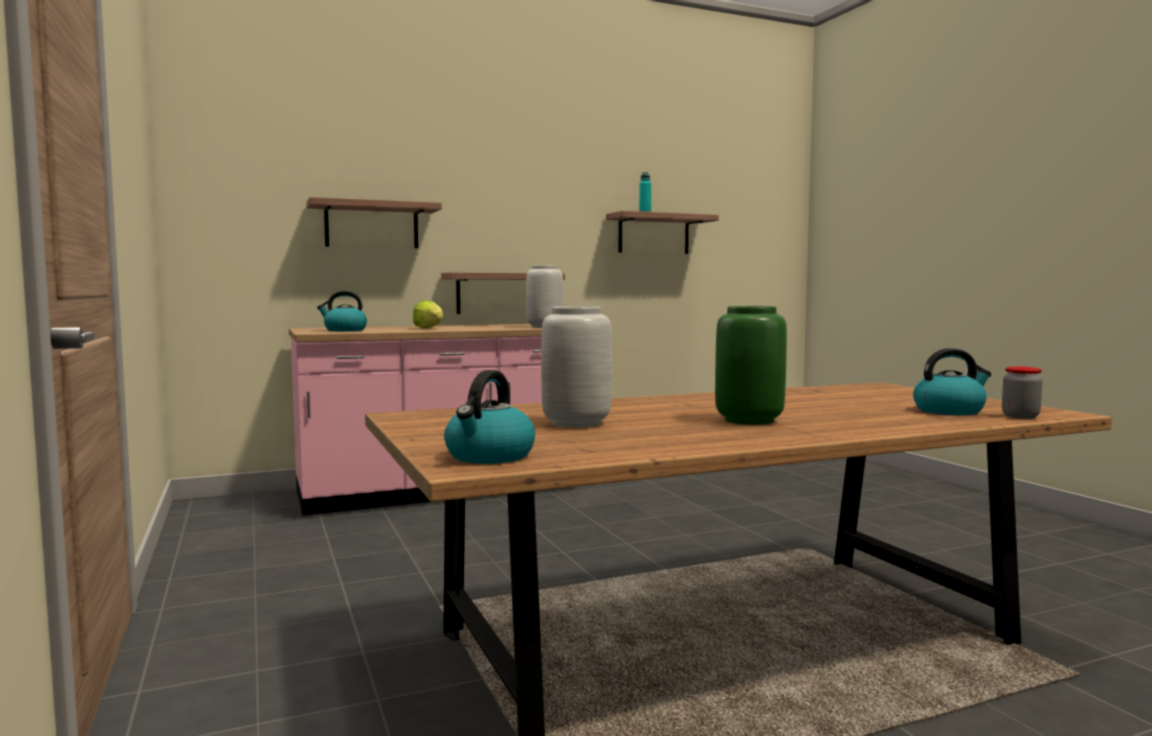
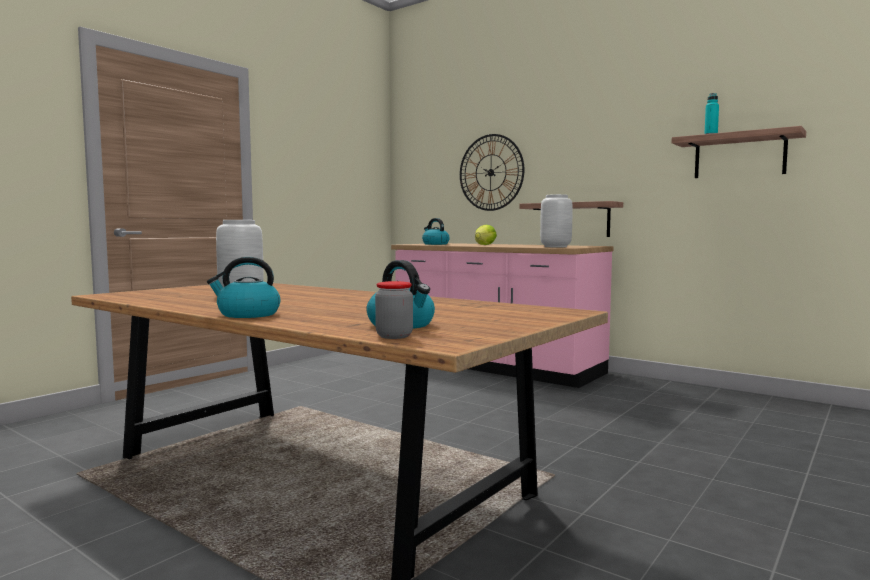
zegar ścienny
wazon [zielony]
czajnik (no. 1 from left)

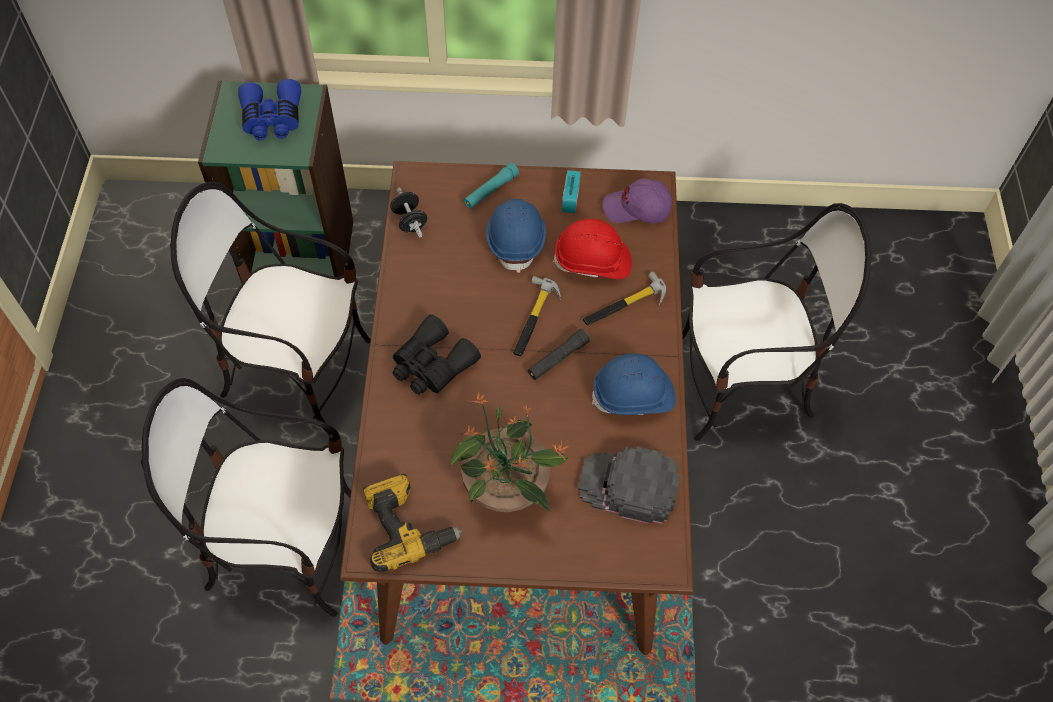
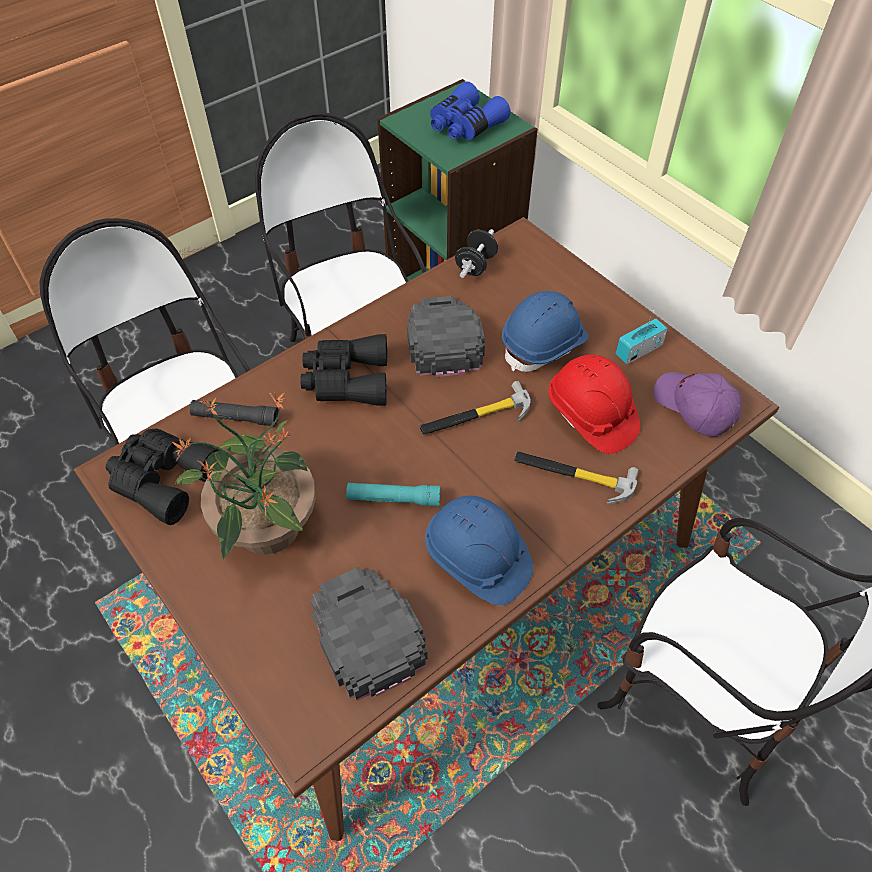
latarka [turkusowy]
latarka [czarny]
lornetka [czarny] (no. 1 from left)
czapka z daszkiem [czarny] (no. 2 from left)

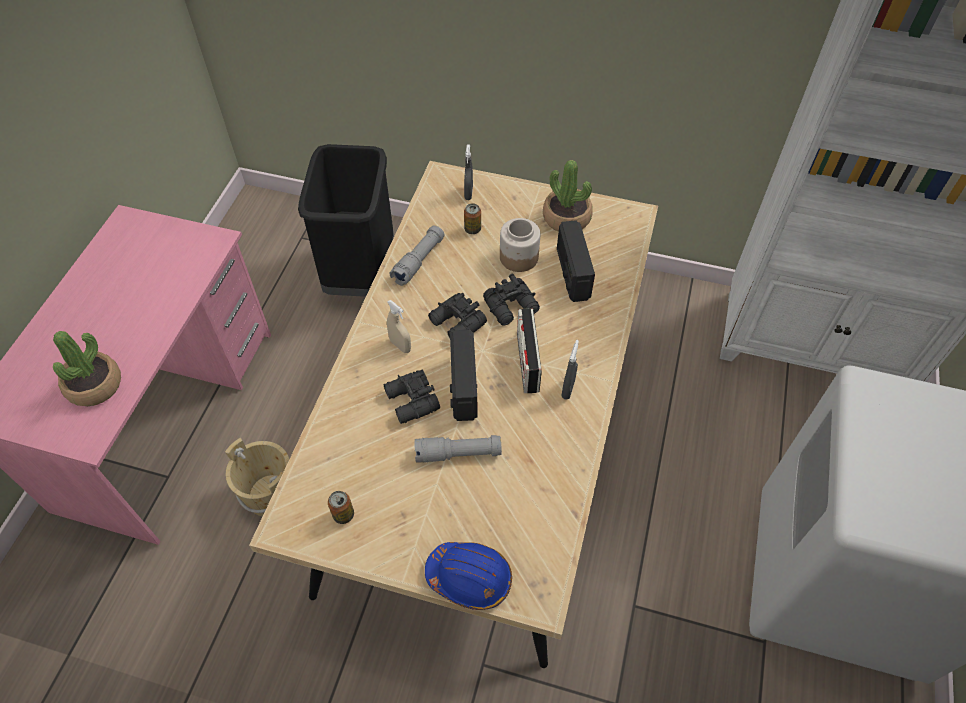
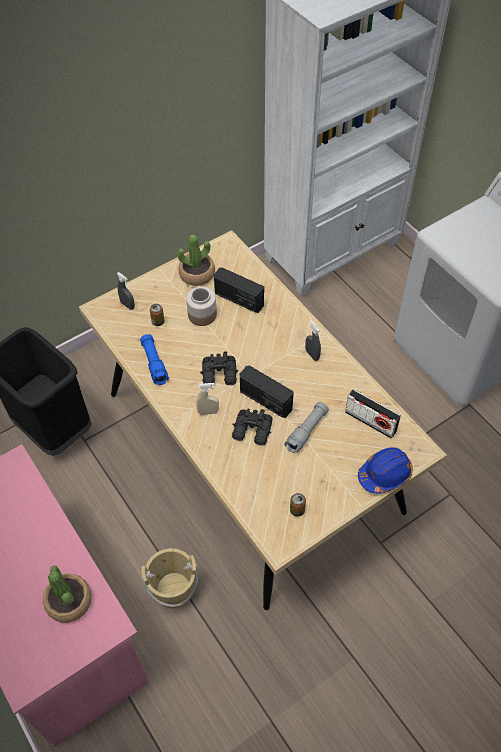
latarka [niebieski]
lornetka [czarny] (no. 3 from left in the first image)
radio (no. 3 from left)

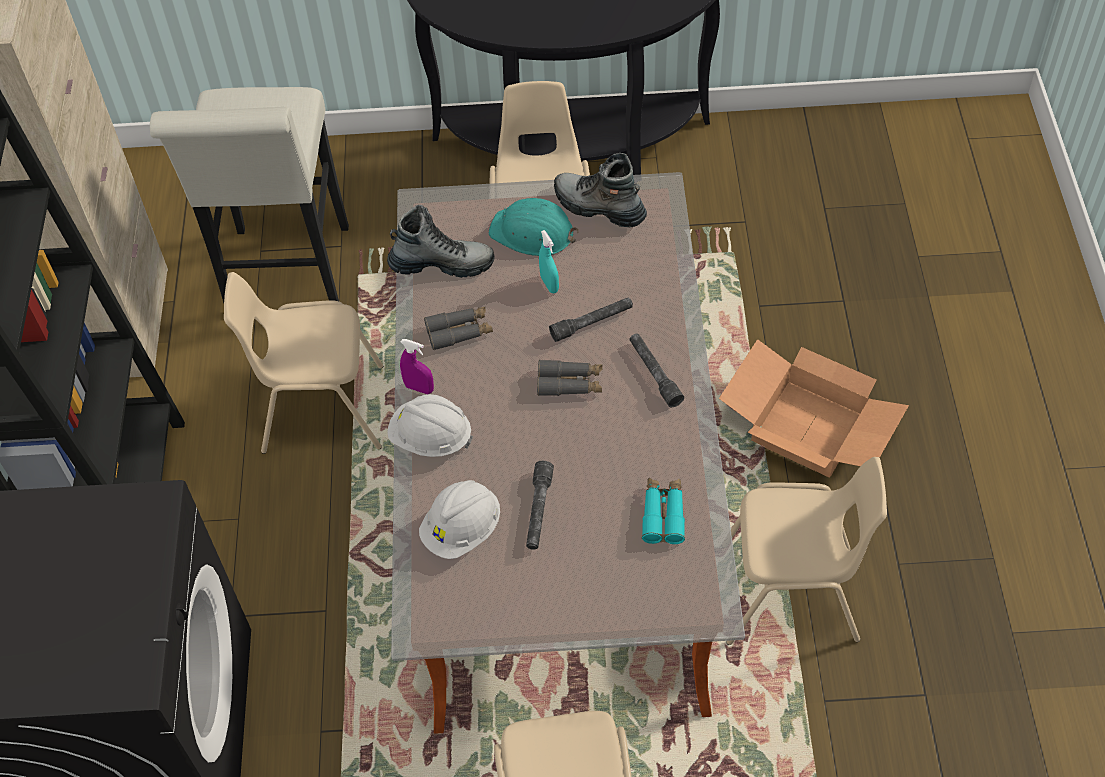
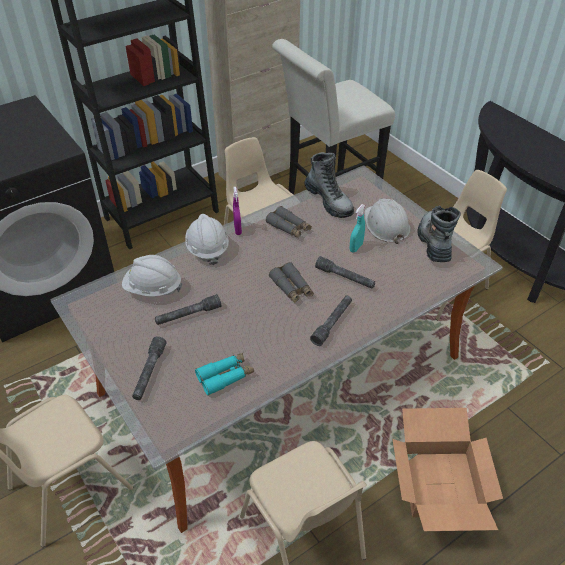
kask [biały] (no. 3 from left)
latarka [szary] (no. 1 from left)

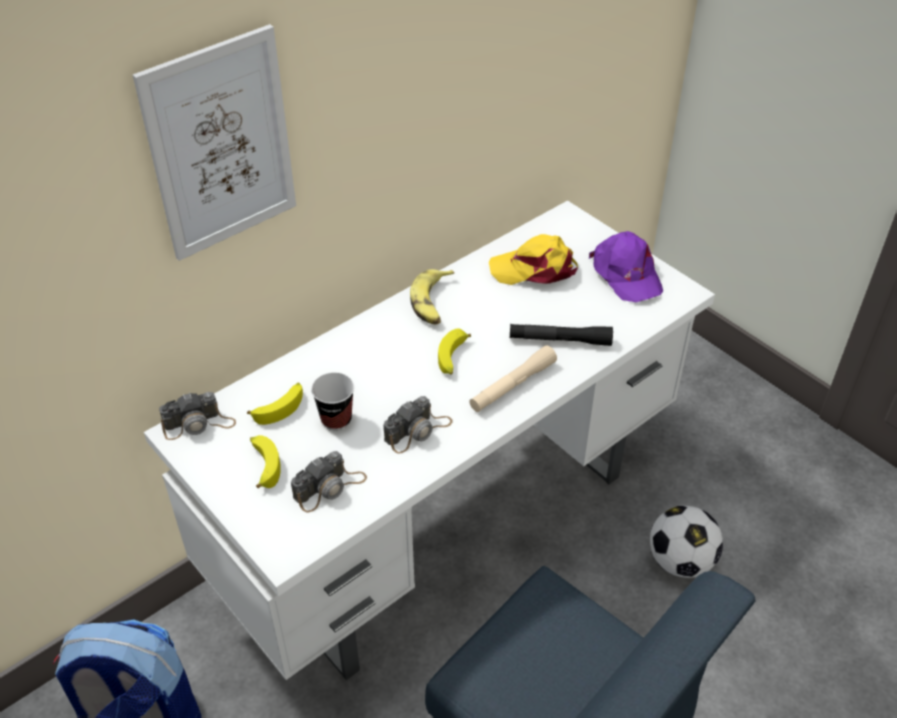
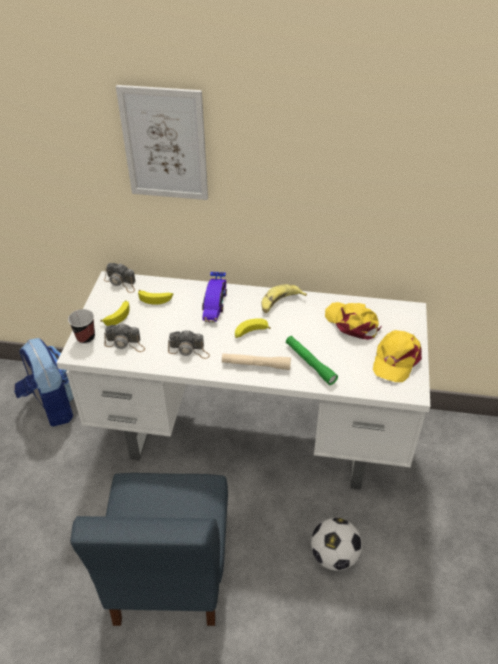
czapka z daszkiem [żółty] (no. 2 from left)
latarka [zielony]
filiżanka
samochodzik

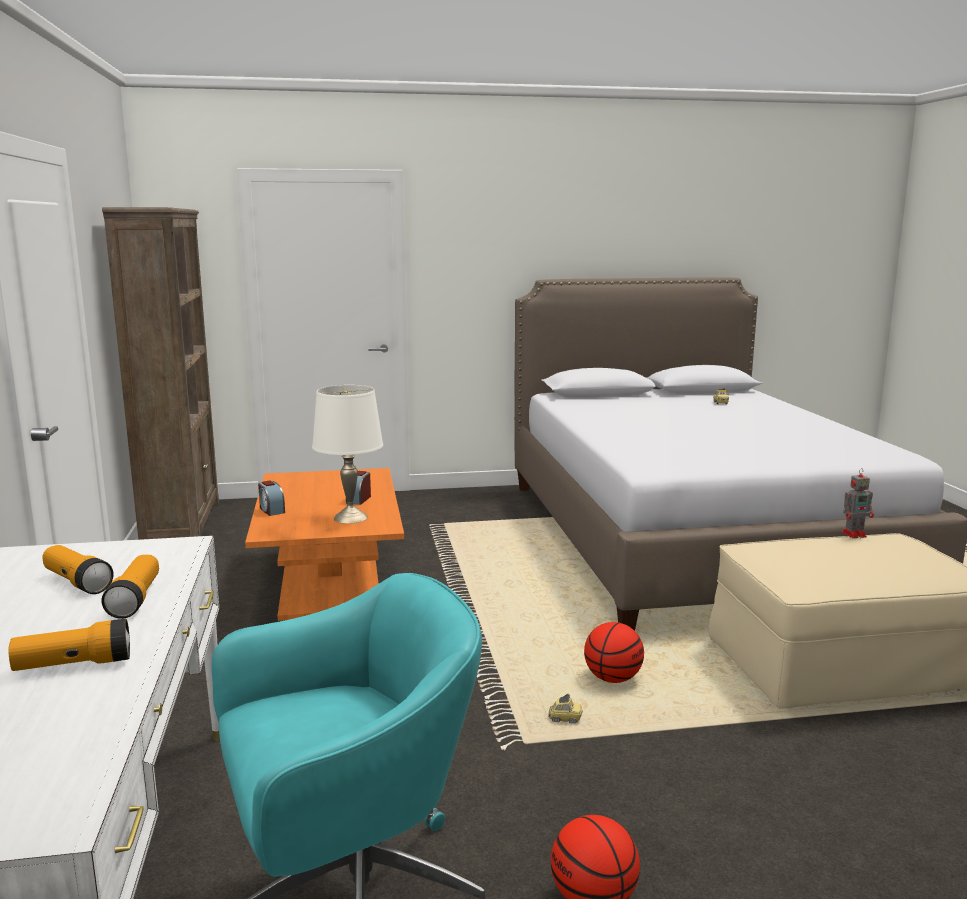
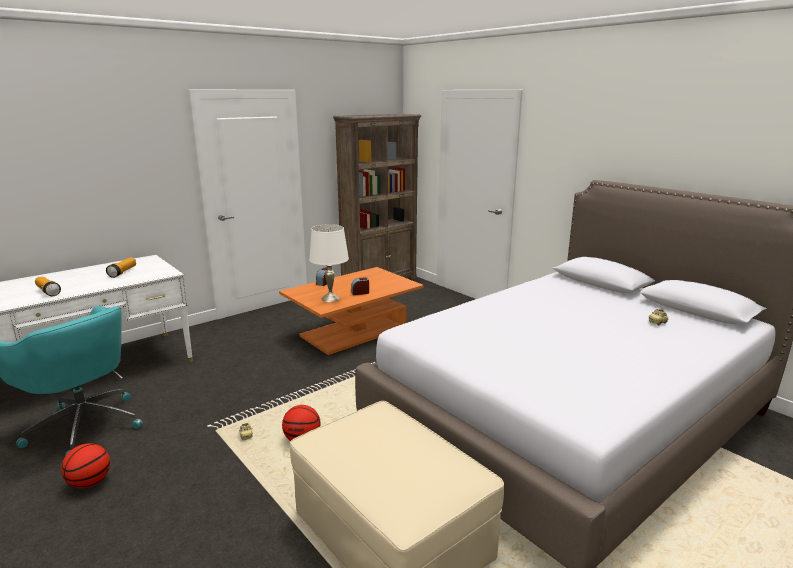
robot zabawkowy
latarka (no. 3 from left in the first image)

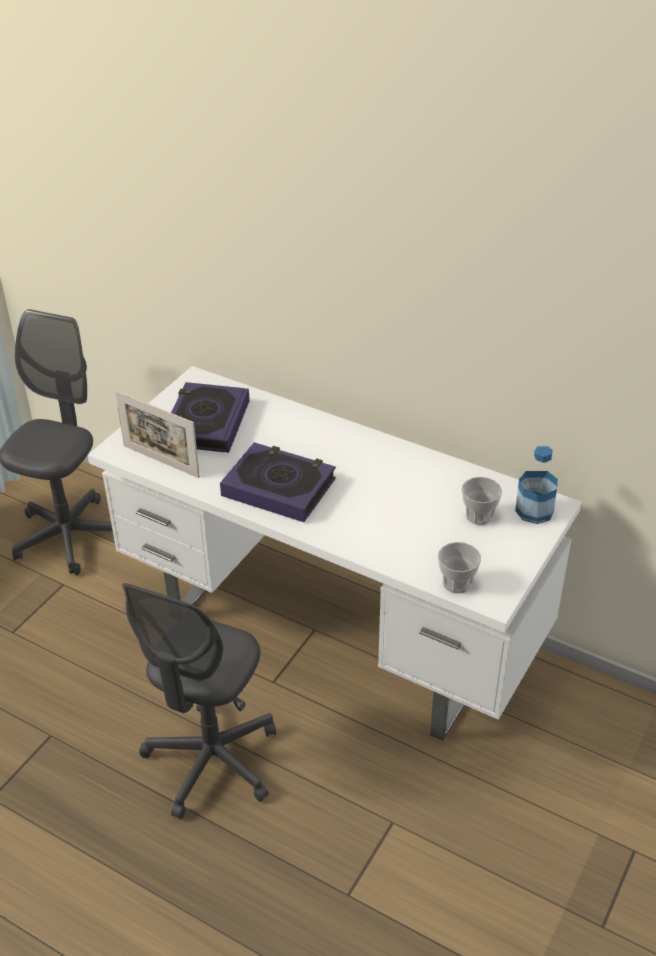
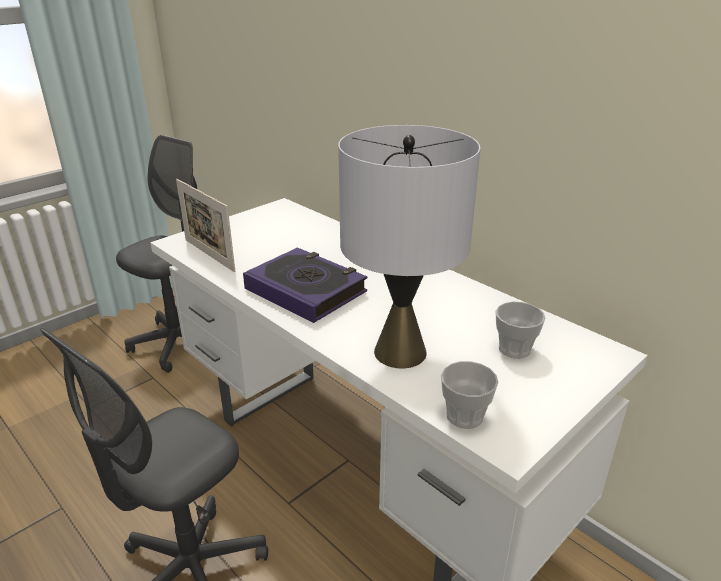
książka (no. 1 from left in the first image)
butelka
lampa stołowa [szary]

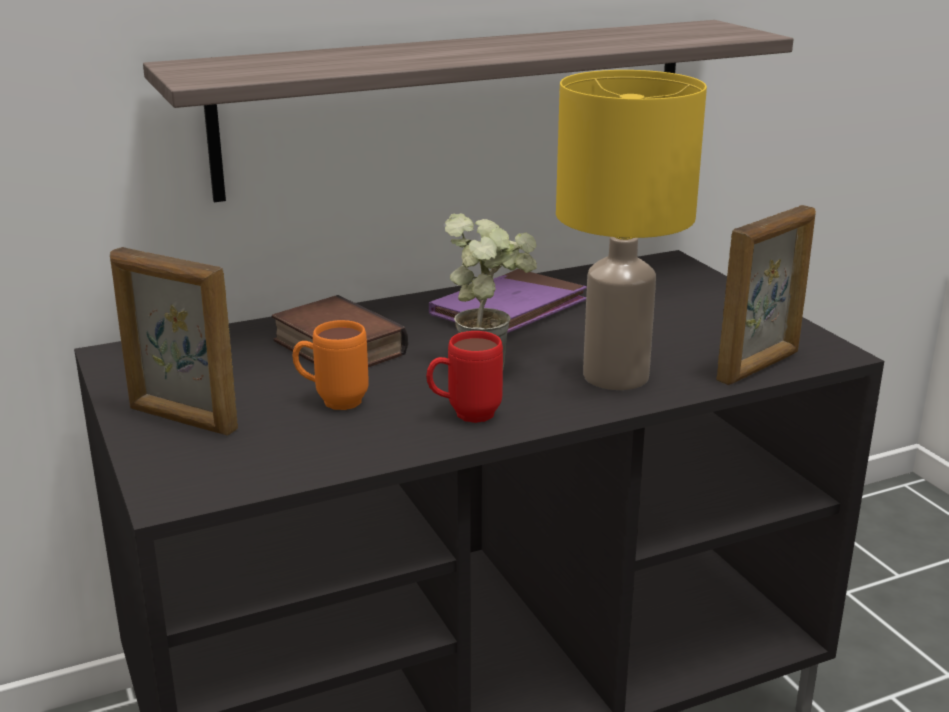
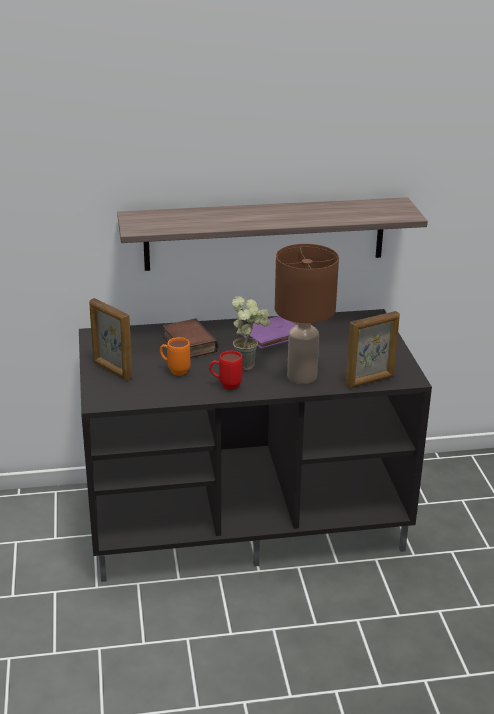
lampa stołowa [brązowy]

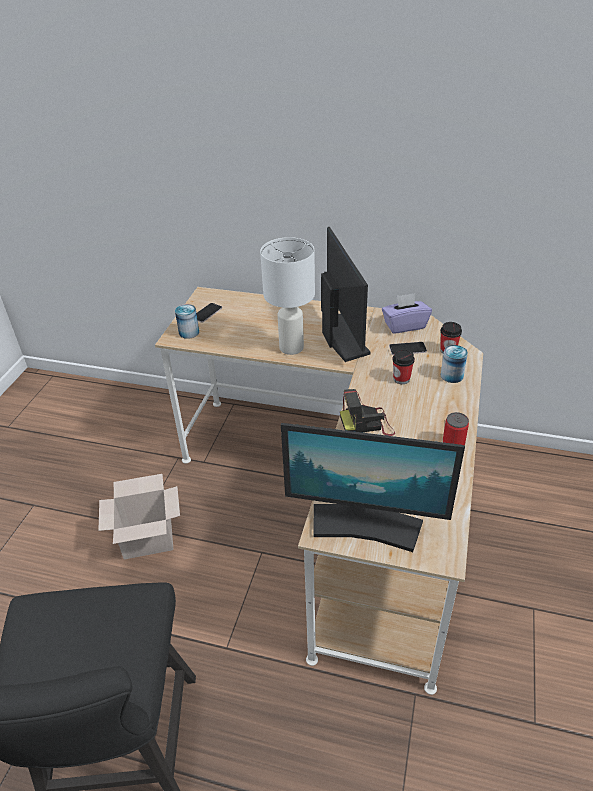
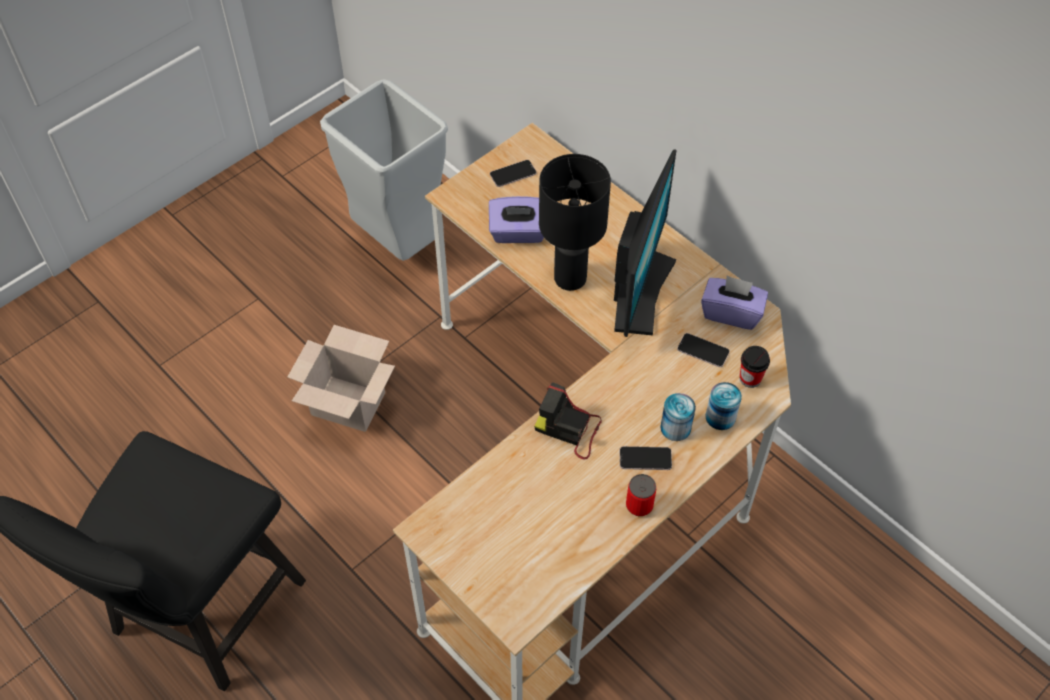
lampa stołowa [czarny]
puszka (no. 2 from left)
filiżanka (no. 1 from left in the first image)
monitor (no. 2 from left in the first image)
kosz na śmieci [szary]
pudełko chusteczek [fioletowy] (no. 1 from left)
telefon (no. 2 from left)

